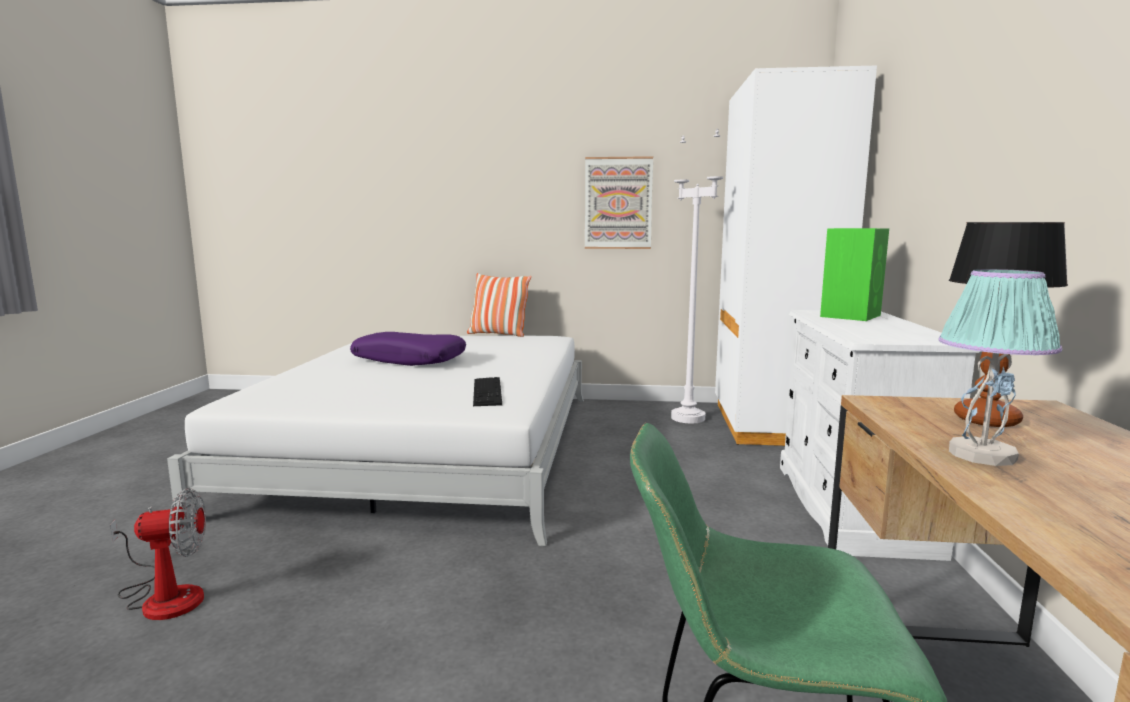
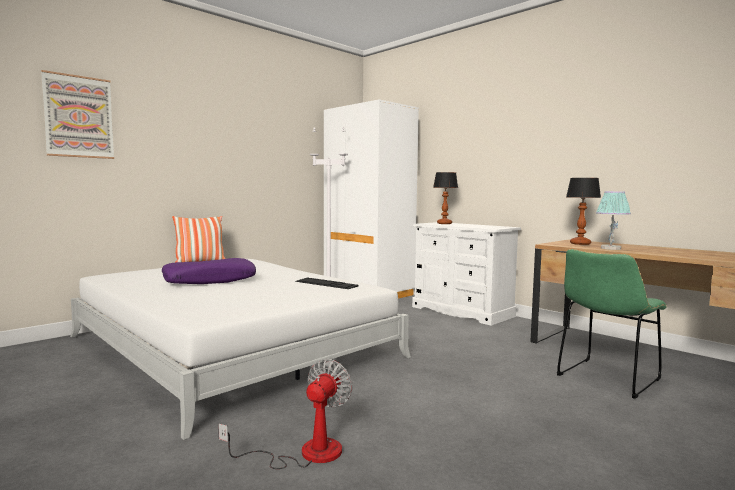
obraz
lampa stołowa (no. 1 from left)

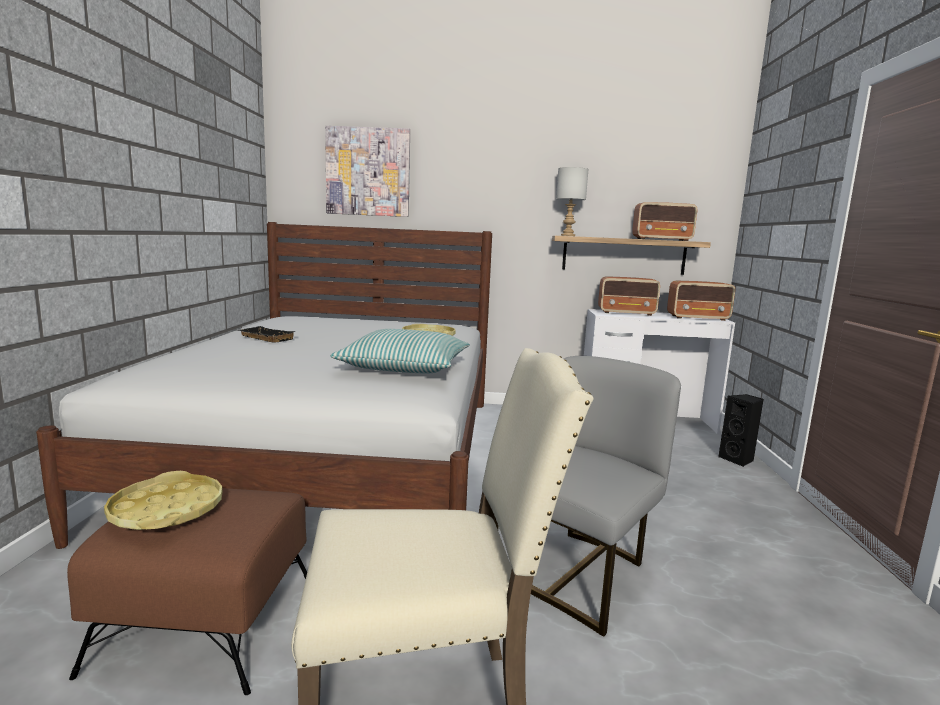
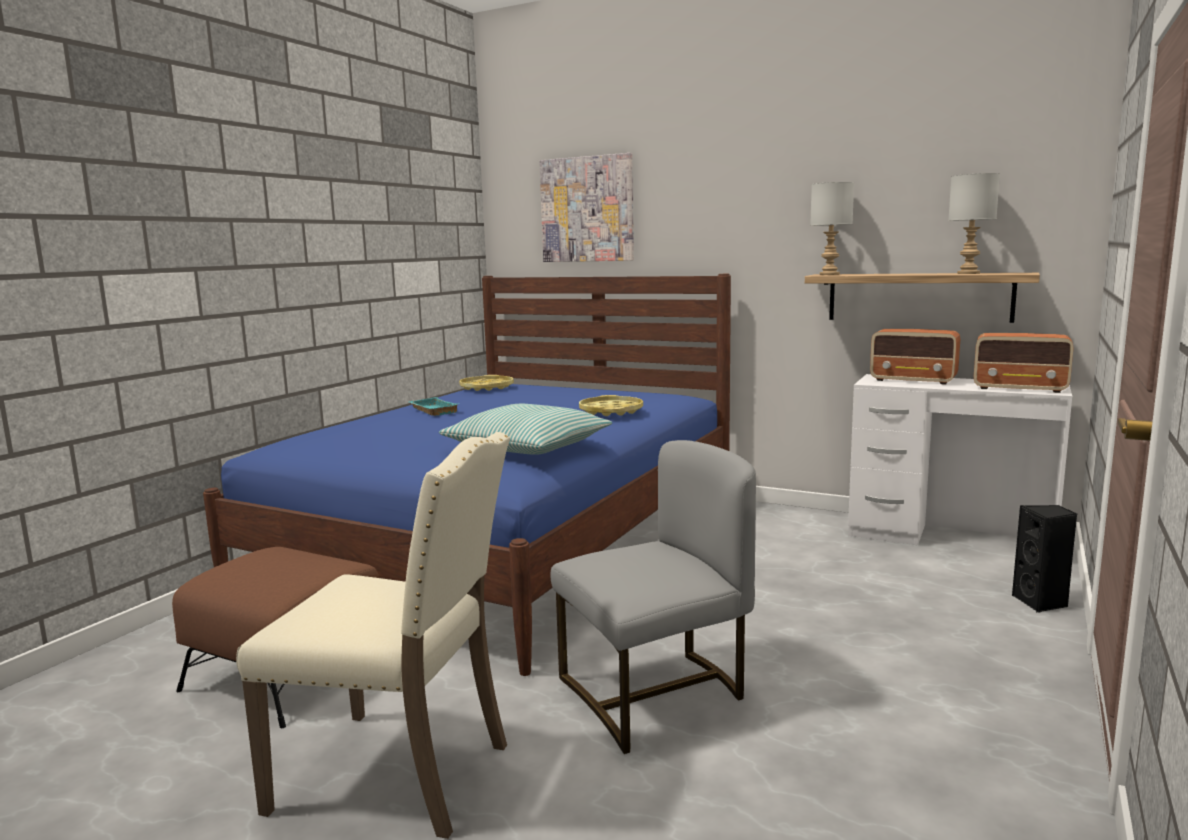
lampa stołowa [szary] (no. 2 from left)
łóżko [niebieski]
taca [turkusowy]
taca [żółty] (no. 1 from left)

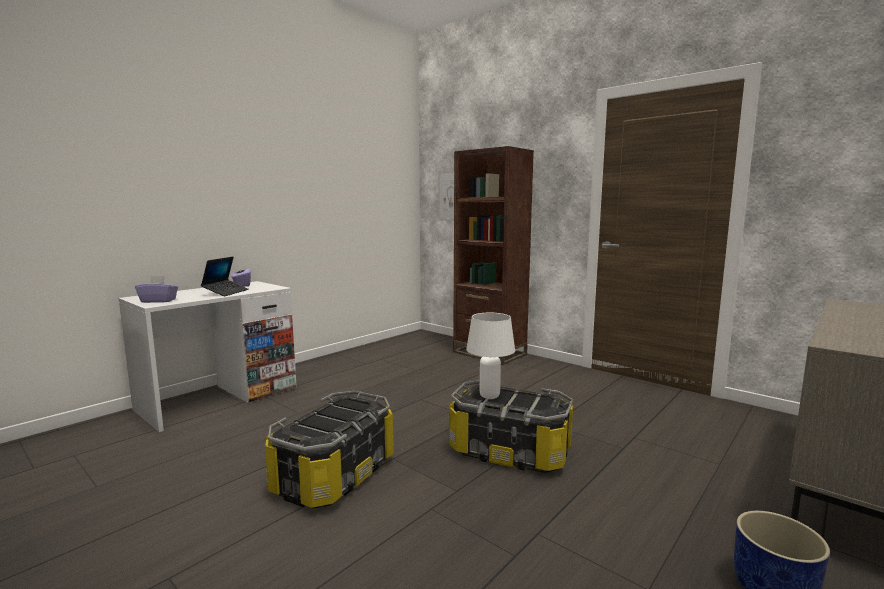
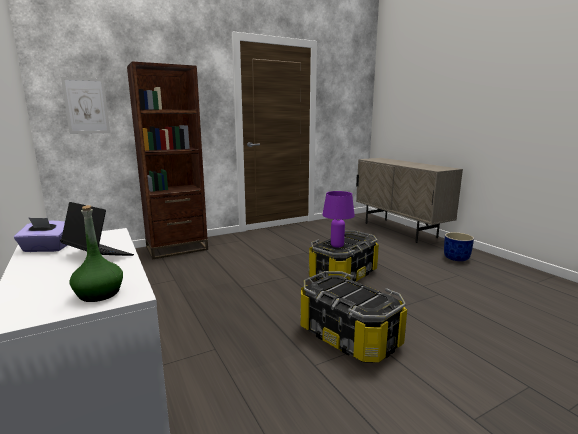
butelka [zielony]
lampa stołowa [fioletowy]

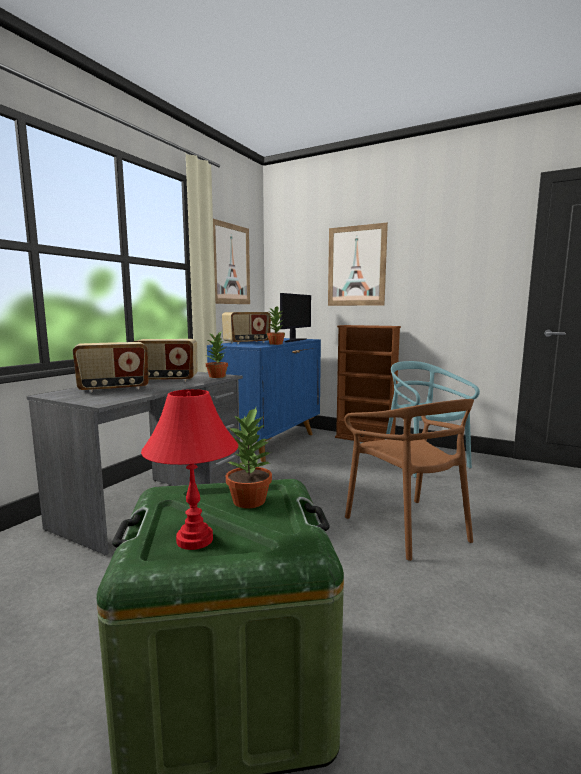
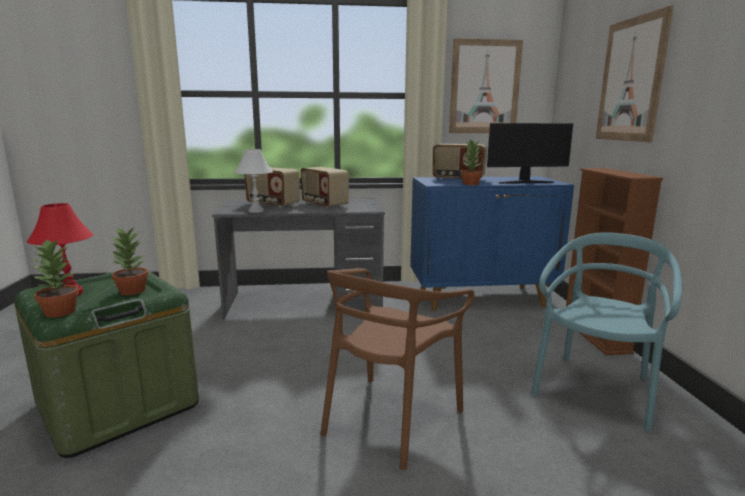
roślina doniczkowa (no. 1 from left)
lampa stołowa [biały]

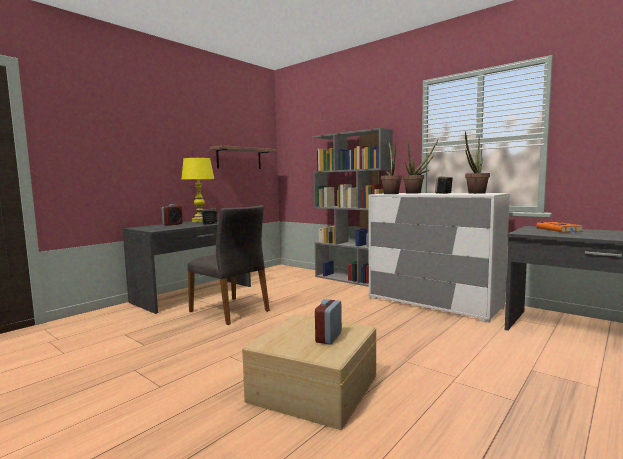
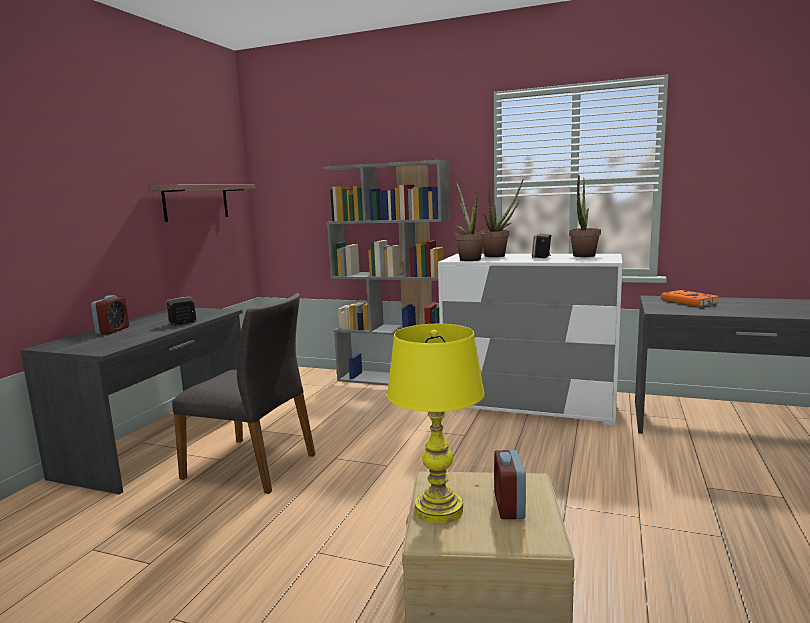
lampa stołowa [żółty]

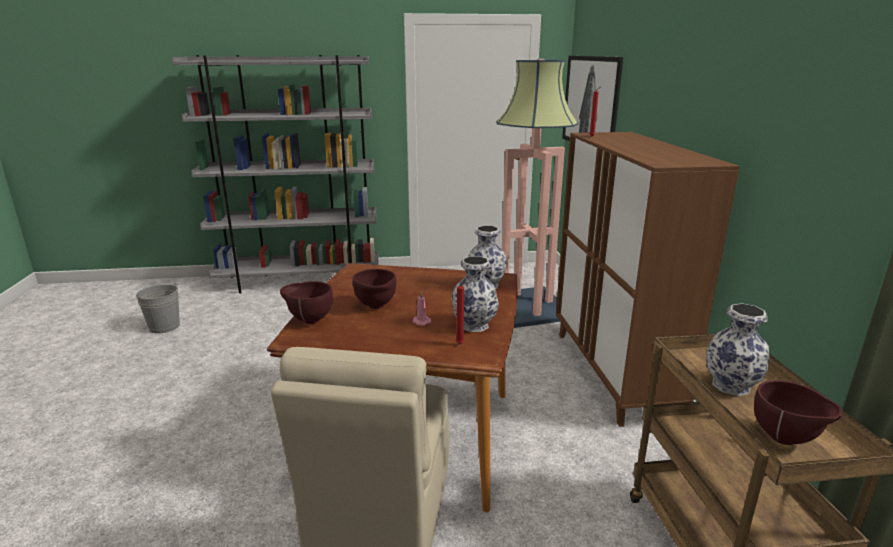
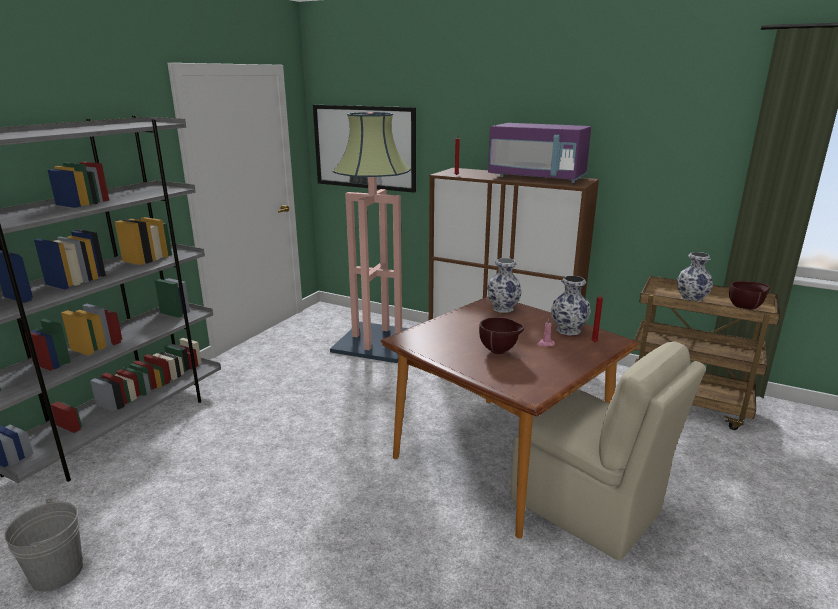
miska [brązowy] (no. 1 from left in the first image)
mikrofalówka [fioletowy]

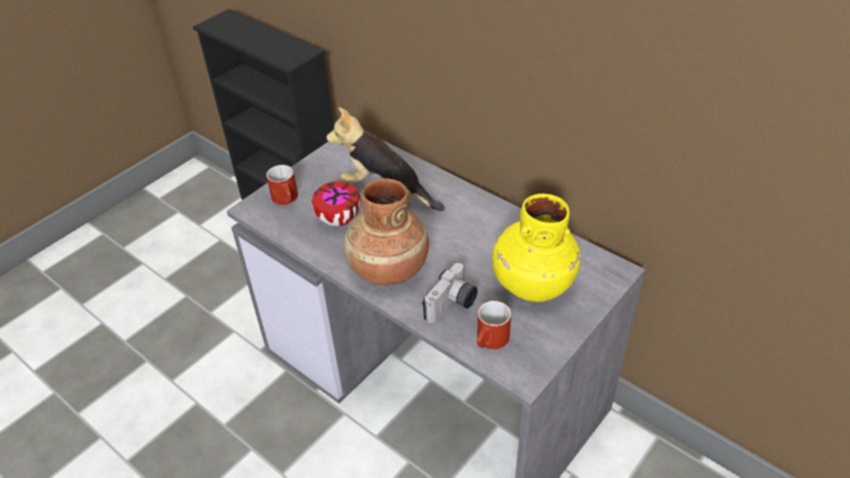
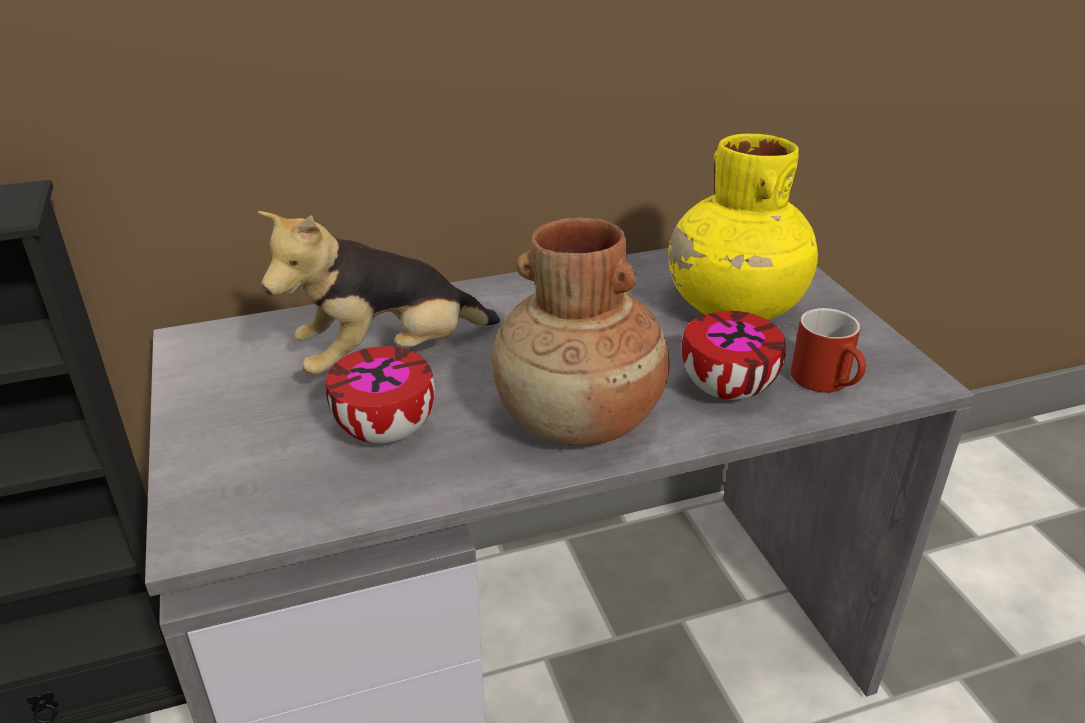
kubek [czerwony] (no. 1 from left in the first image)
miska (no. 2 from left)

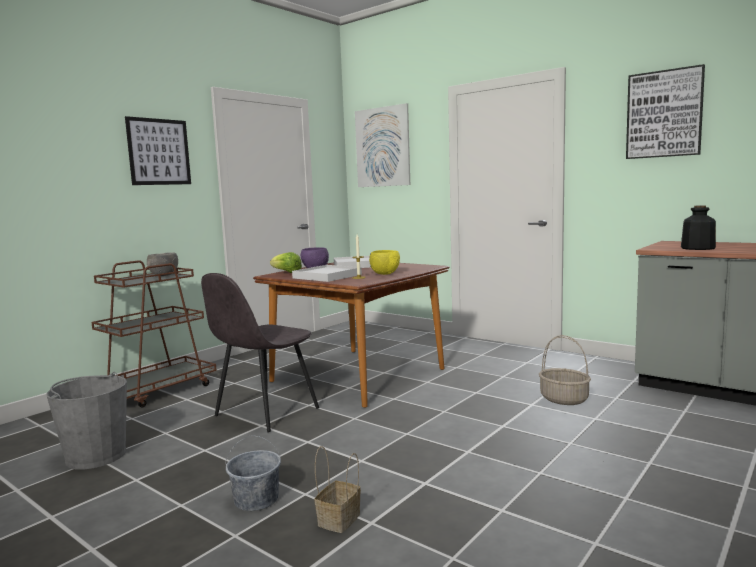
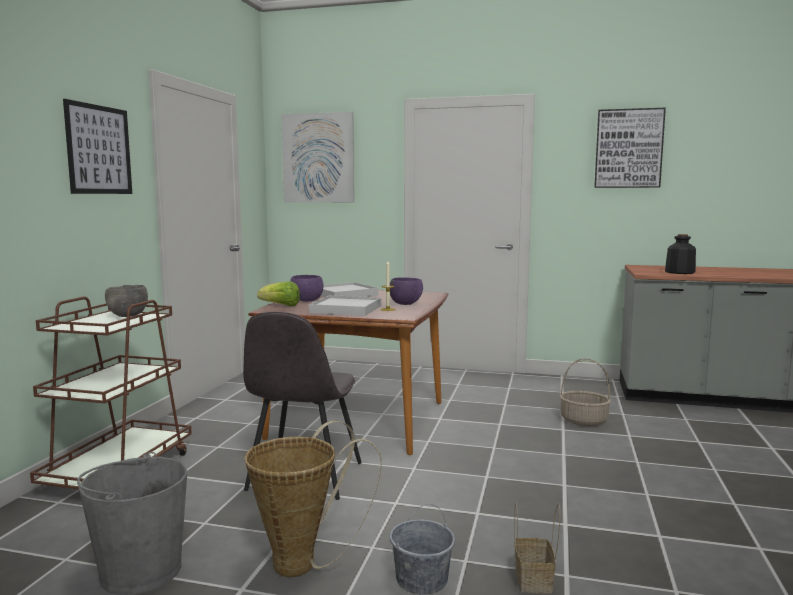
miska [fioletowy] (no. 2 from left)
koszyk (no. 1 from left)

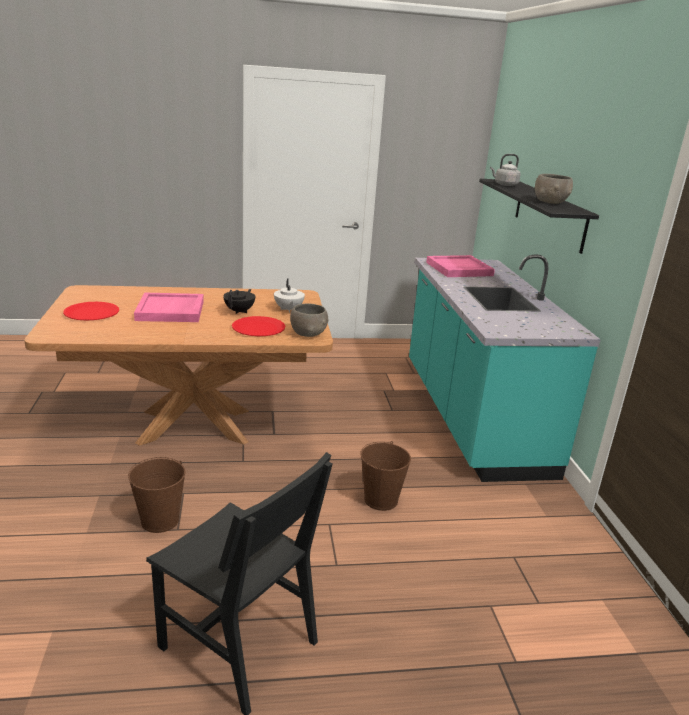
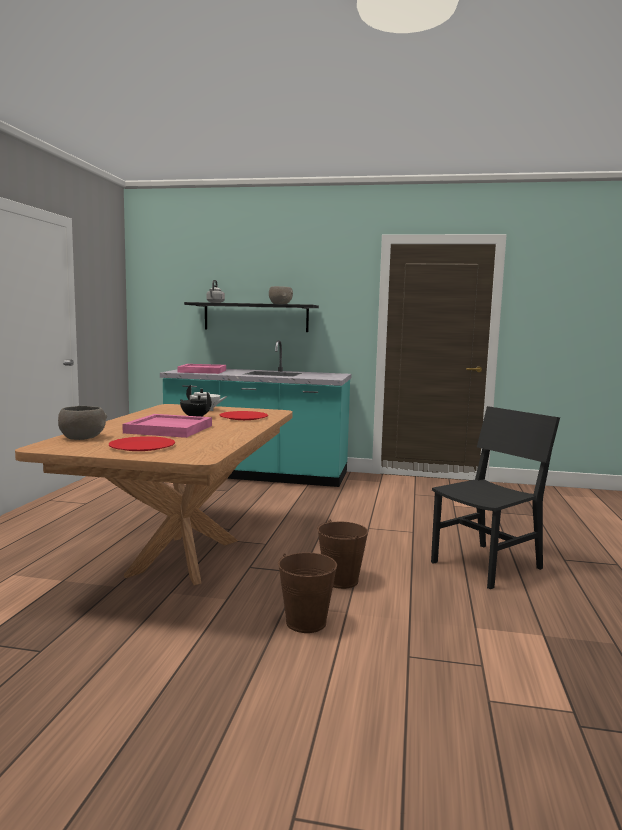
miska [szary] (no. 1 from left)
wiadro [brązowy] (no. 1 from left)

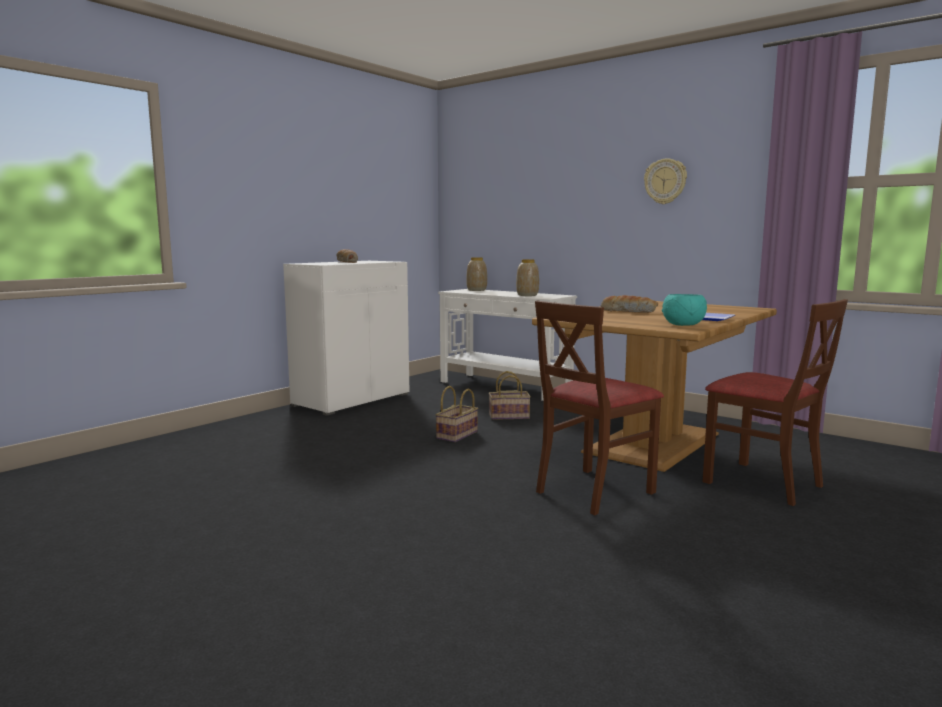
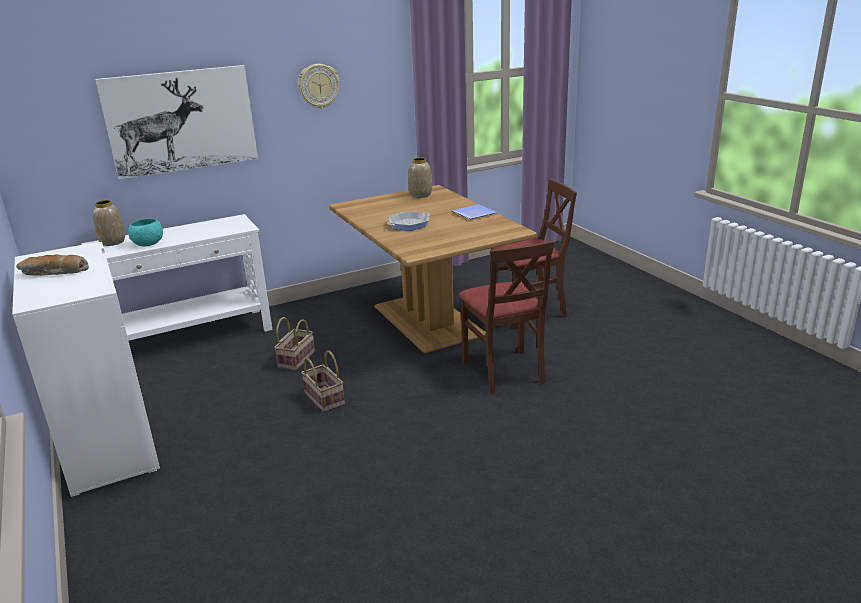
wazon (no. 2 from left)
miska [turkusowy]
patelnia
obraz

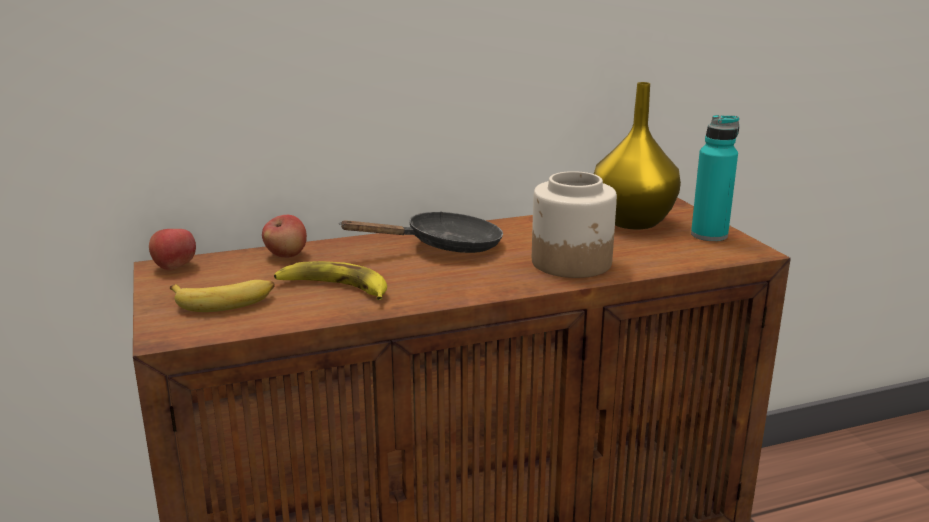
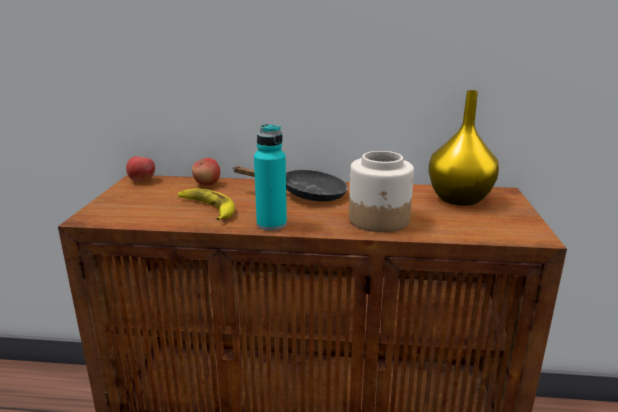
butelka [turkusowy]
banan (no. 1 from left in the first image)

